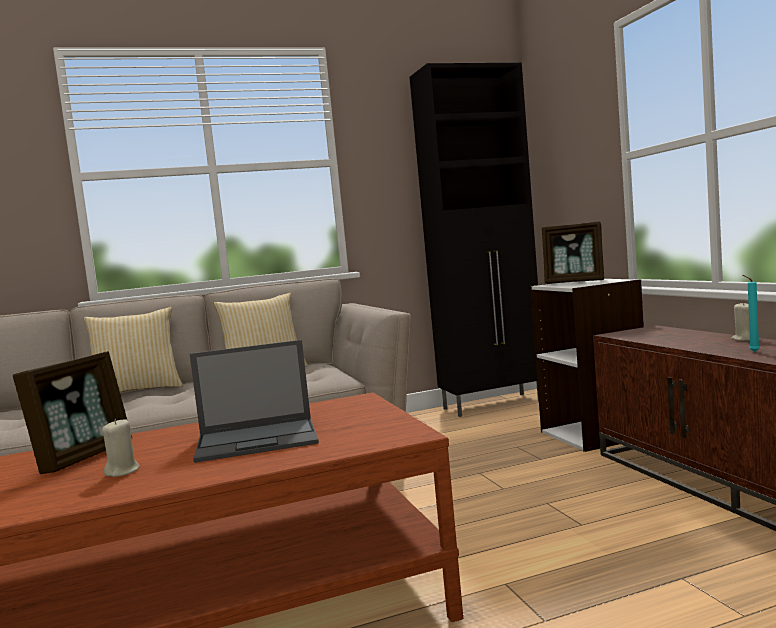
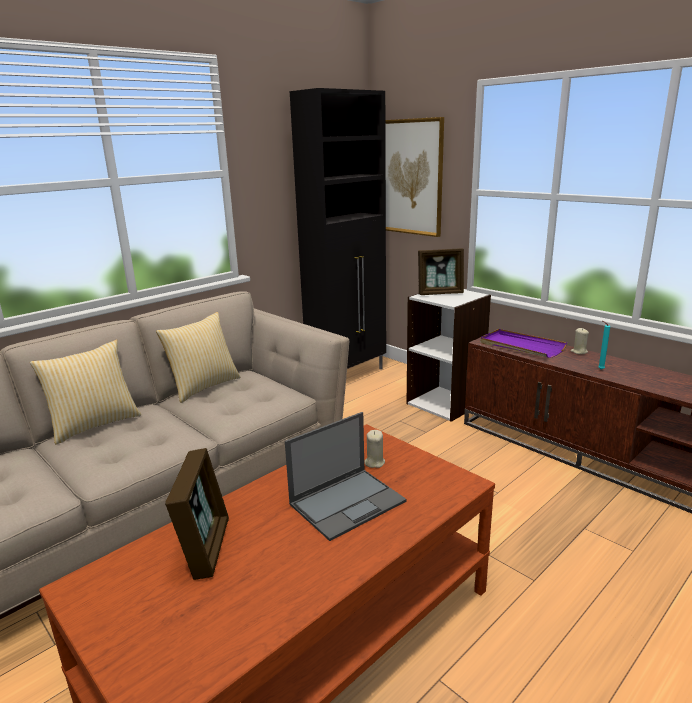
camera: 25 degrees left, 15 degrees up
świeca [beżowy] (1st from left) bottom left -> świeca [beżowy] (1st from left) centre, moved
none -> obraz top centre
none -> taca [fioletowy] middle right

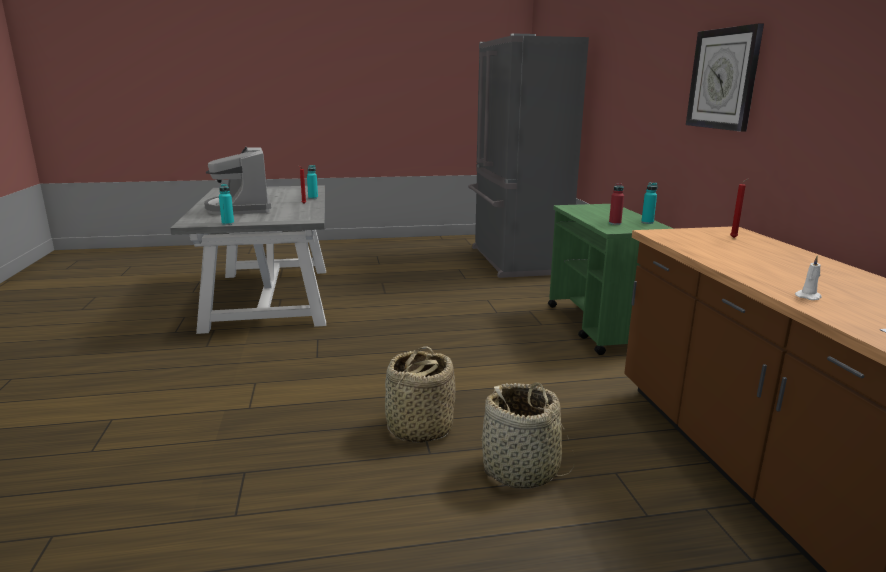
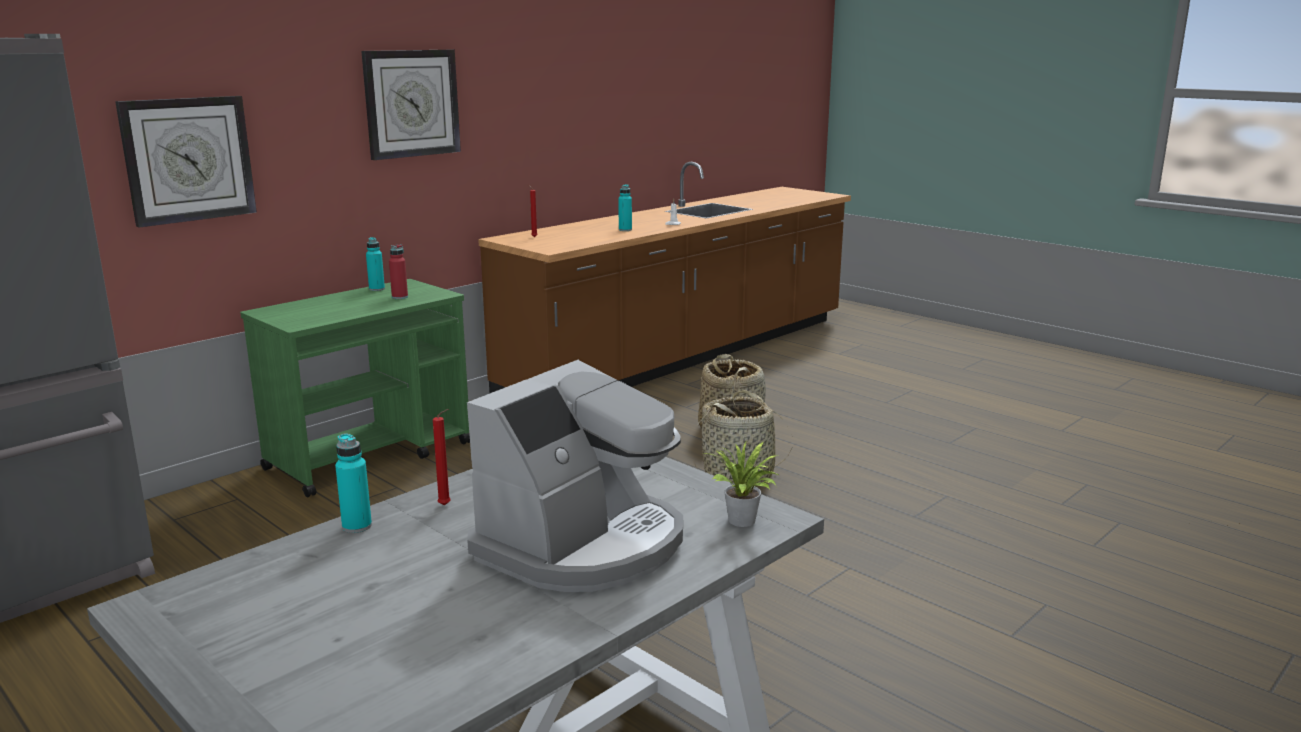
camera: 125 degrees left, 0 degrees up
none -> zegar ścienny (1st from left) top left
butelka [turkusowy] (1st from left in the first image) middle left -> butelka [turkusowy] (3rd from left) top centre, moved
none -> roślina doniczkowa centre

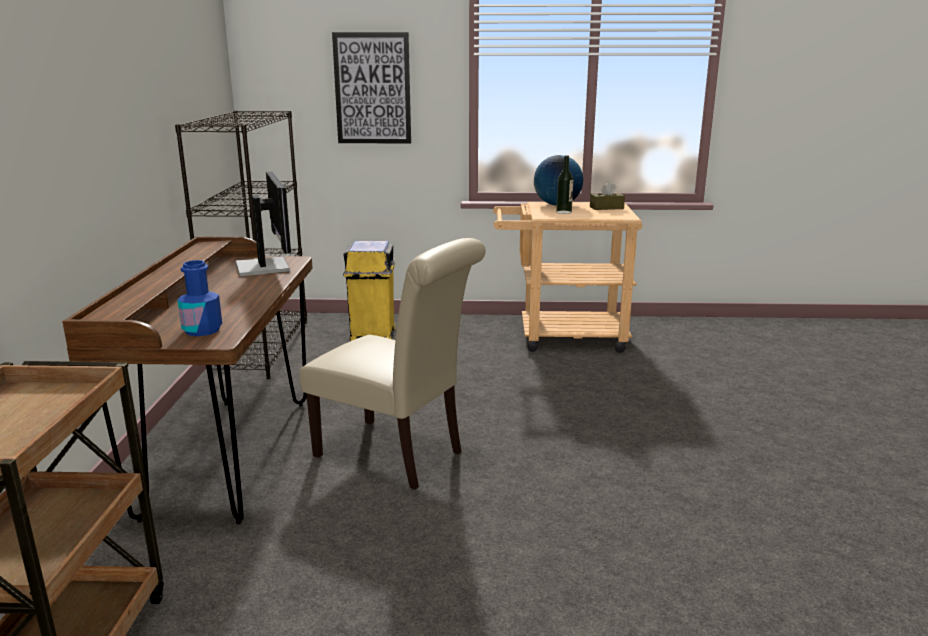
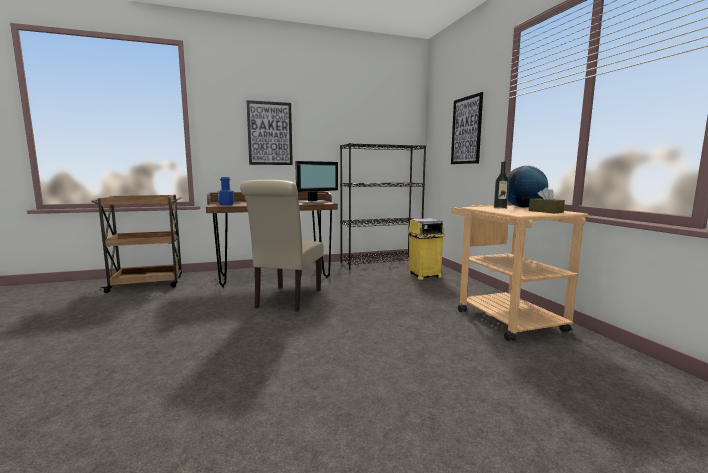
camera: 70 degrees right, 10 degrees down
none -> obraz (1st from left) top centre

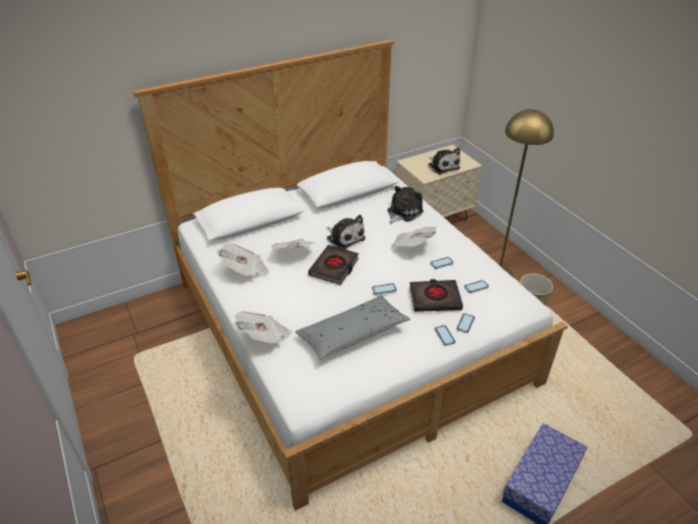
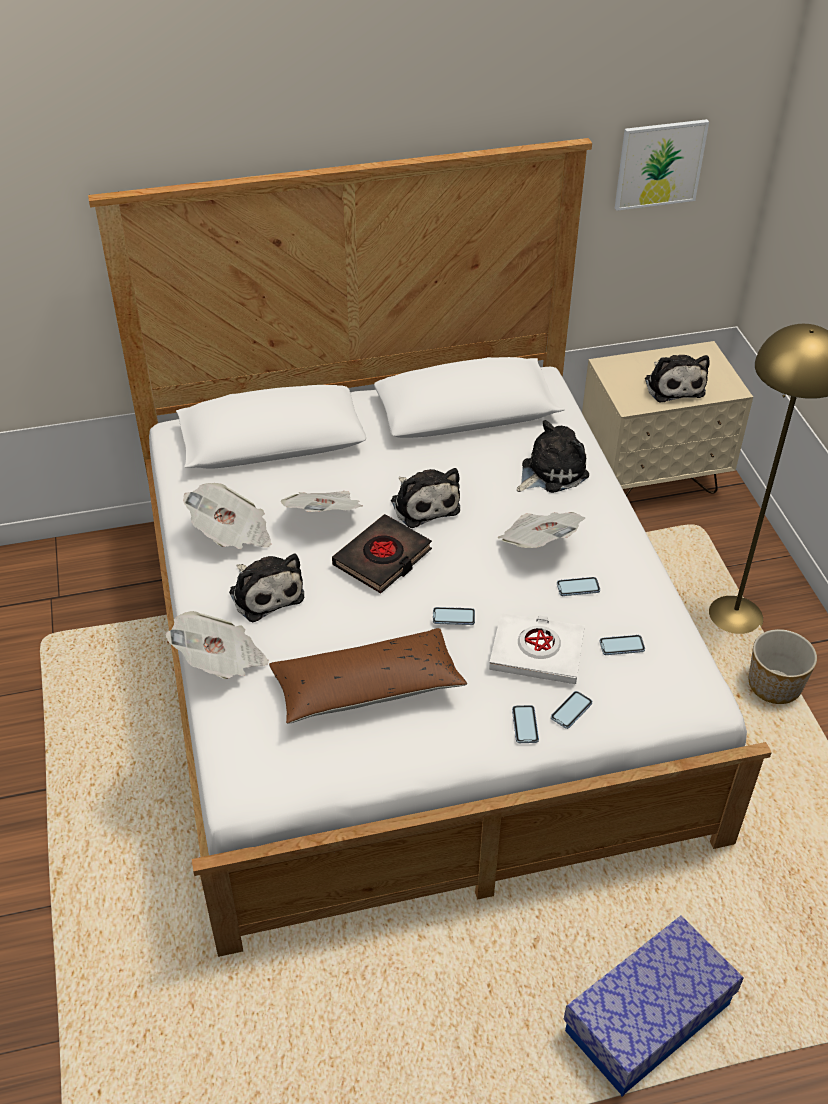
camera: 15 degrees right, 5 degrees up
none -> pluszak (1st from left) middle left
poduszka [szary] centre -> poduszka [brązowy] centre
książka [czarny] (2nd from left) centre -> książka [biały] centre
none -> obraz top right

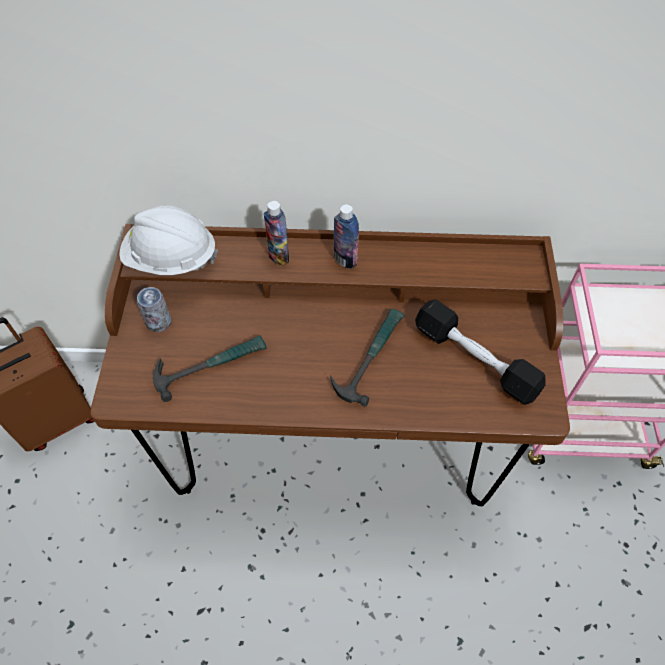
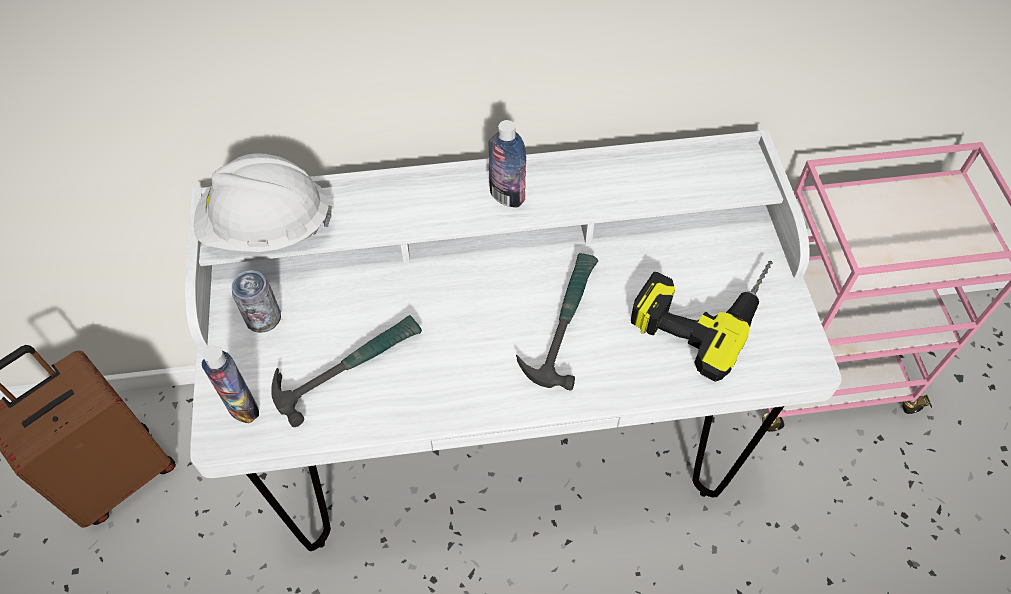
camera: 10 degrees left, 0 degrees up
biurko [brązowy] centre -> biurko [biały] centre
butelka (1st from left) centre -> butelka (1st from left) middle left, moved
hantel [czarny] middle right -> wiertarka middle right

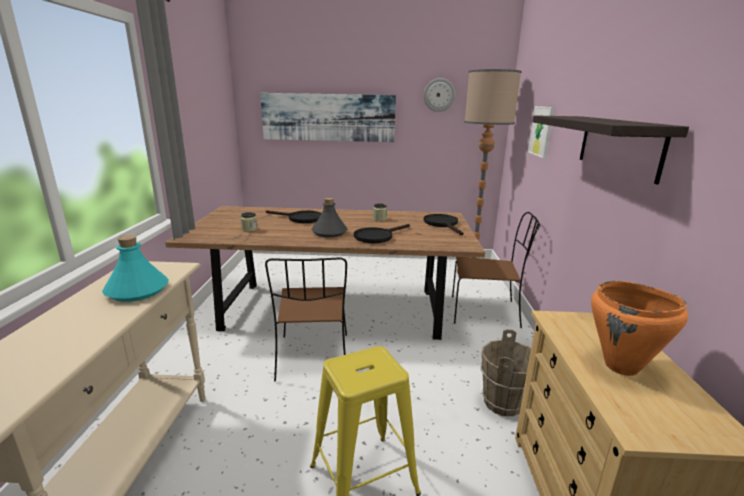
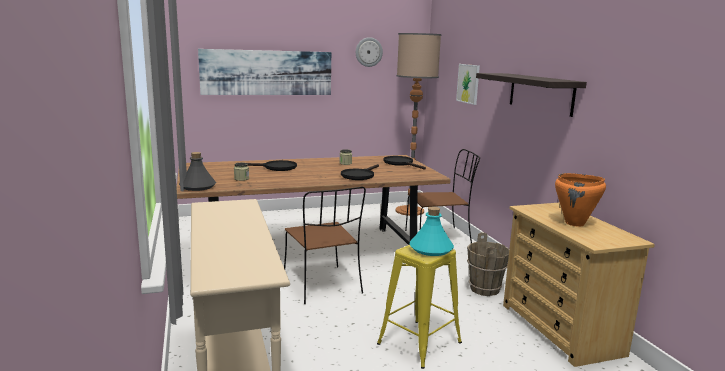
camera: 20 degrees left, 5 degrees down
butelka [szary] centre -> butelka [szary] middle left, moved
butelka [turkusowy] middle left -> butelka [turkusowy] centre, moved

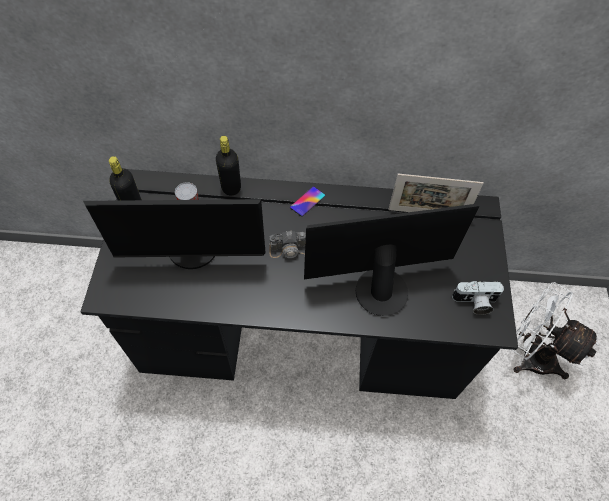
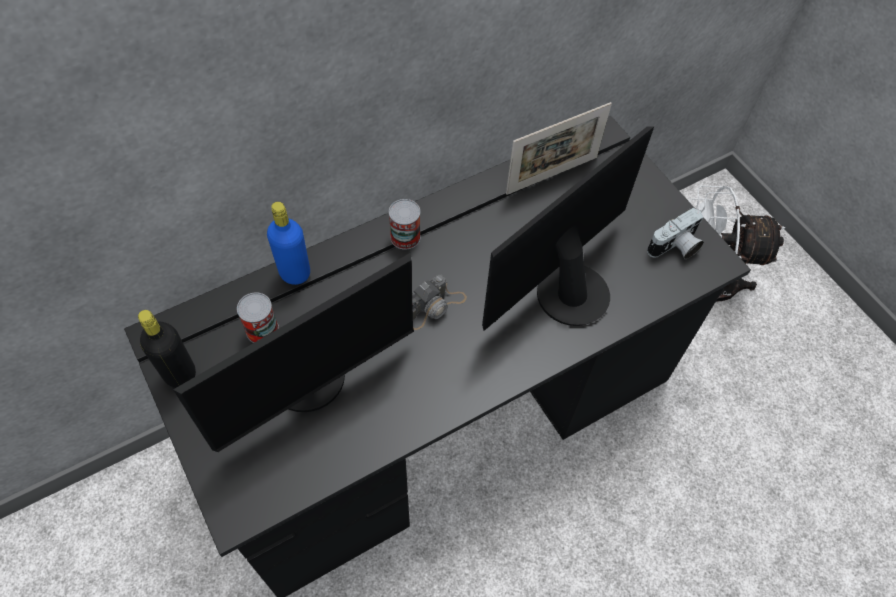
camera: 35 degrees left, 0 degrees up
butelka [czarny] (2nd from left) top centre -> butelka [niebieski] middle left
telefon centre -> puszka (2nd from left) centre

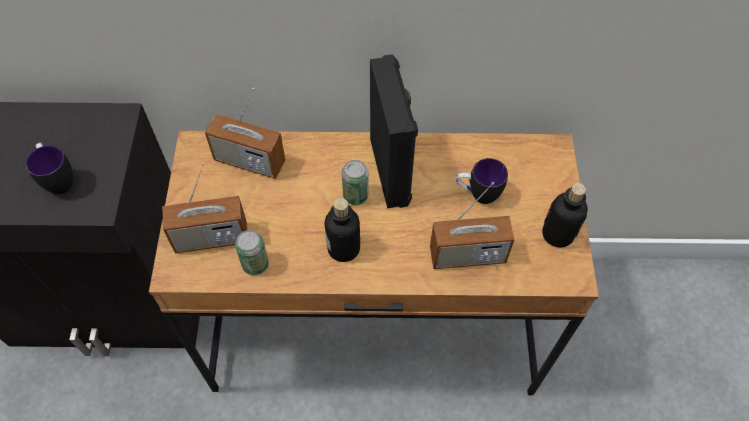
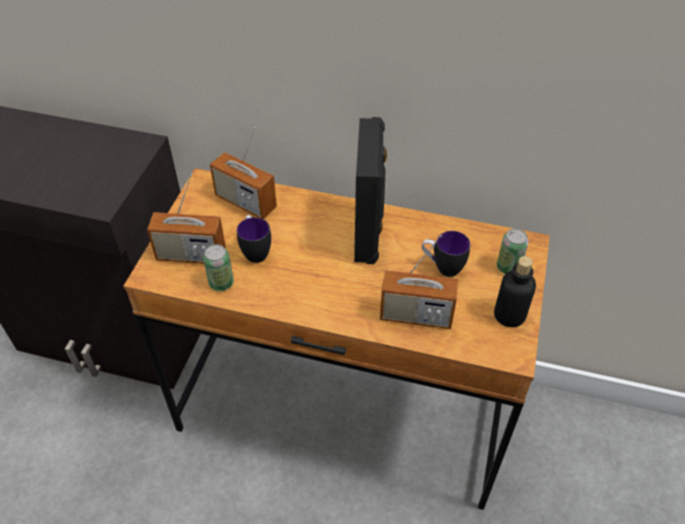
camera: 15 degrees right, 10 degrees down
kubek (1st from left) middle left -> kubek (1st from left) centre, moved
puszka (2nd from left) centre -> puszka (2nd from left) middle right, moved
butelka (1st from left) centre -> none

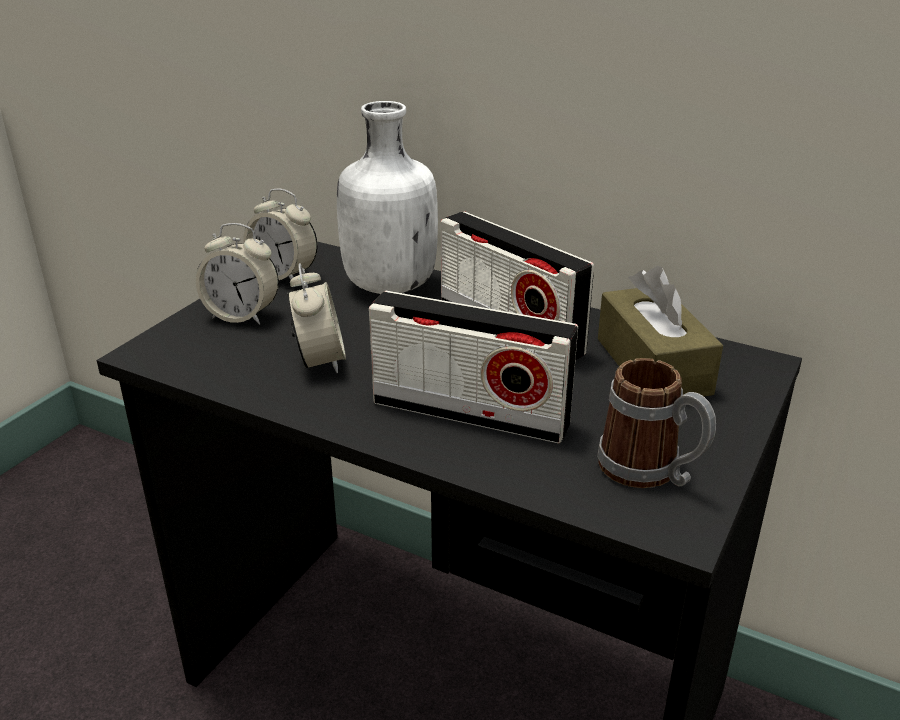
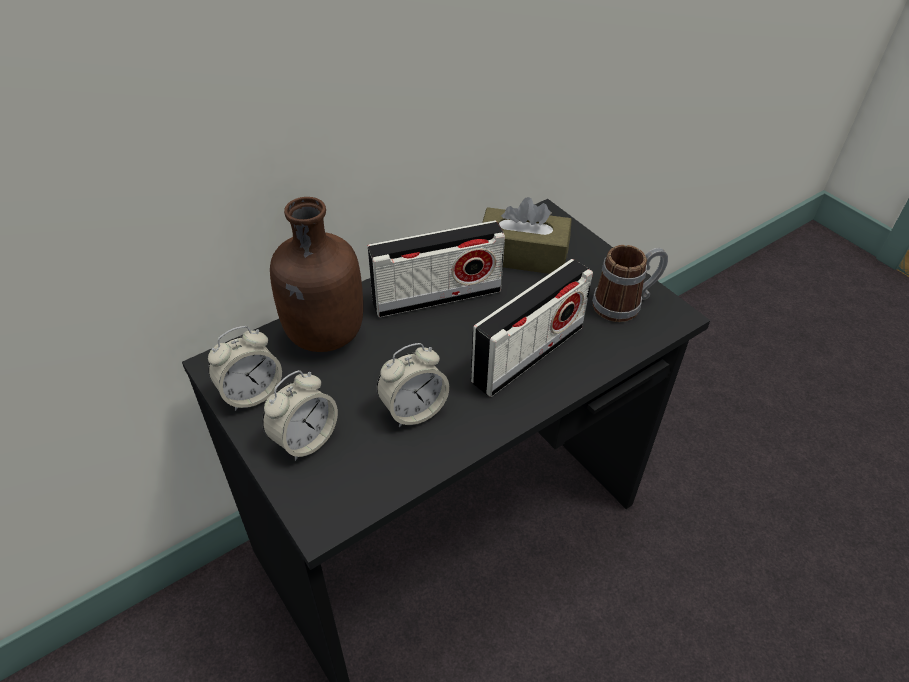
camera: 65 degrees left, 15 degrees up
butelka [biały] top centre -> butelka [brązowy] centre
budzik (3rd from left) centre, 135 degrees clockwise

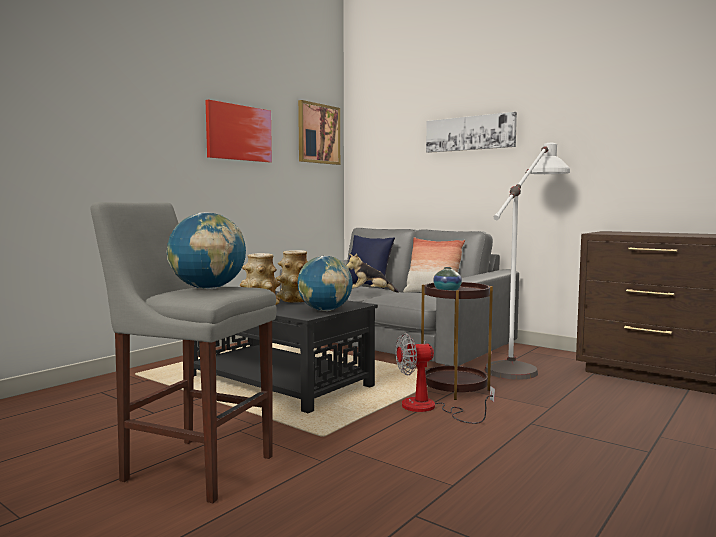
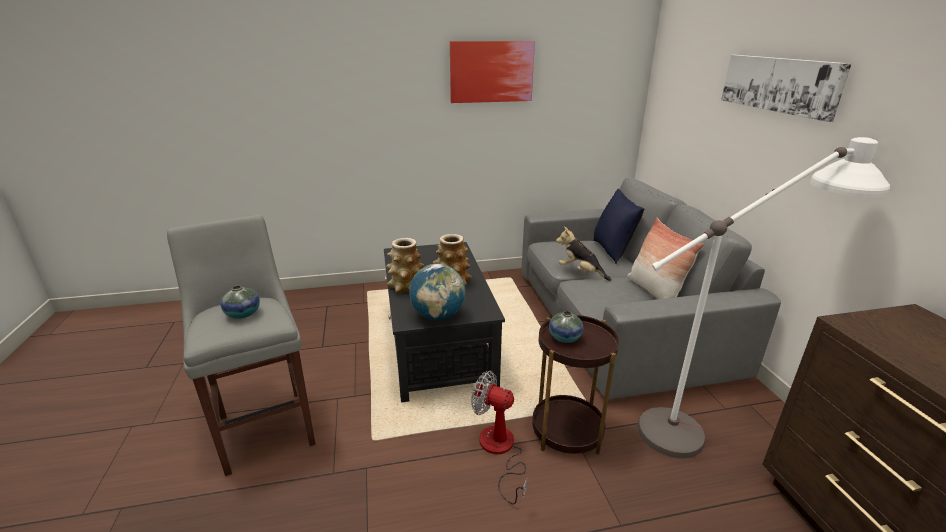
camera: 40 degrees right, 20 degrees up
globus (1st from left) middle left -> wazon (1st from left) middle left
obraz (2nd from left) top centre -> none

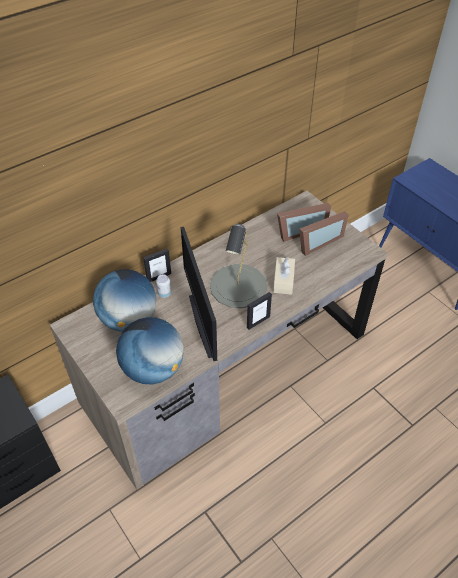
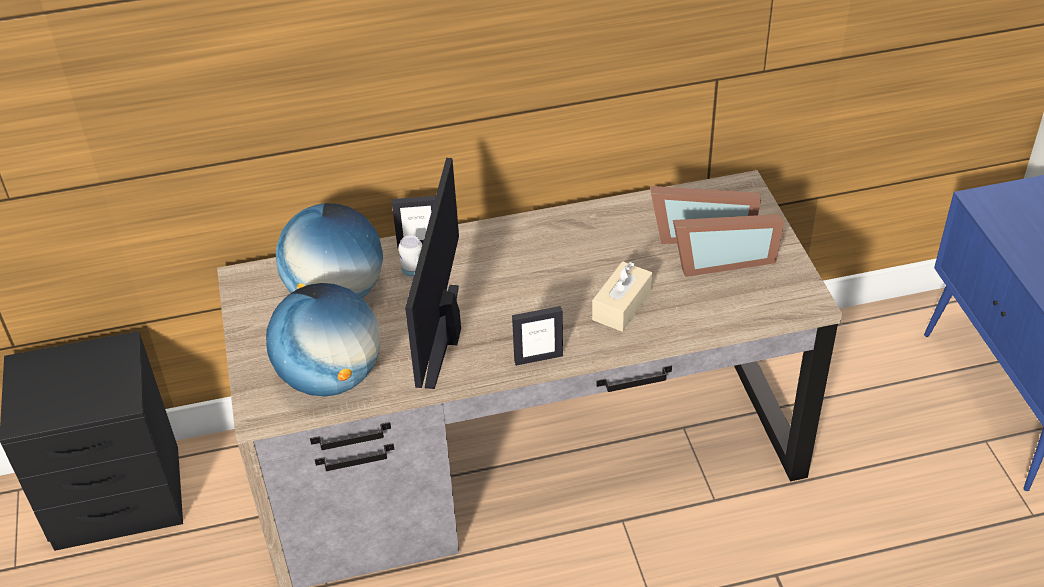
camera: 25 degrees right, 5 degrees down
lampa stołowa [szary] centre -> none

